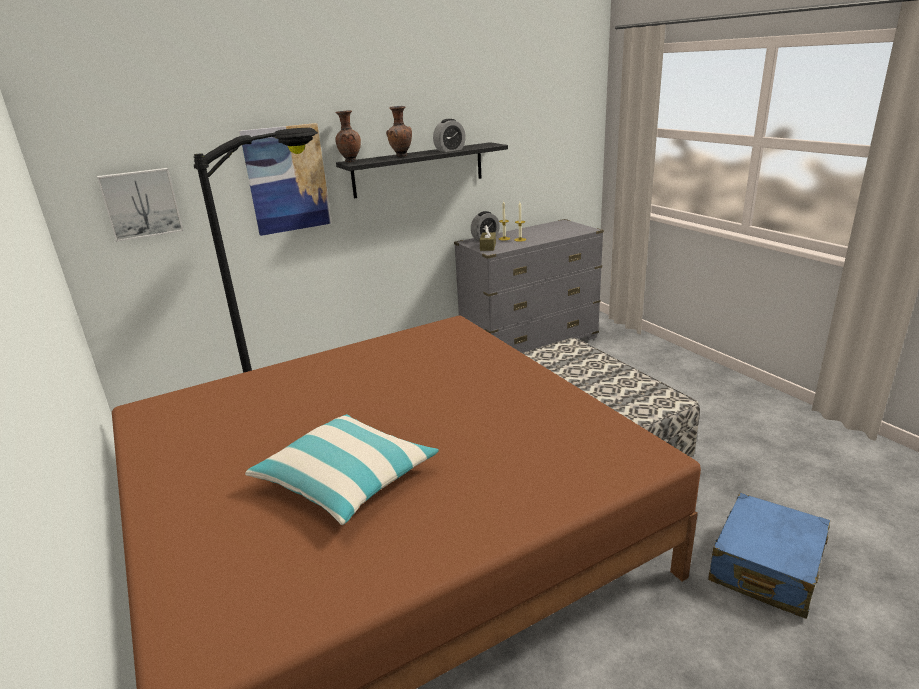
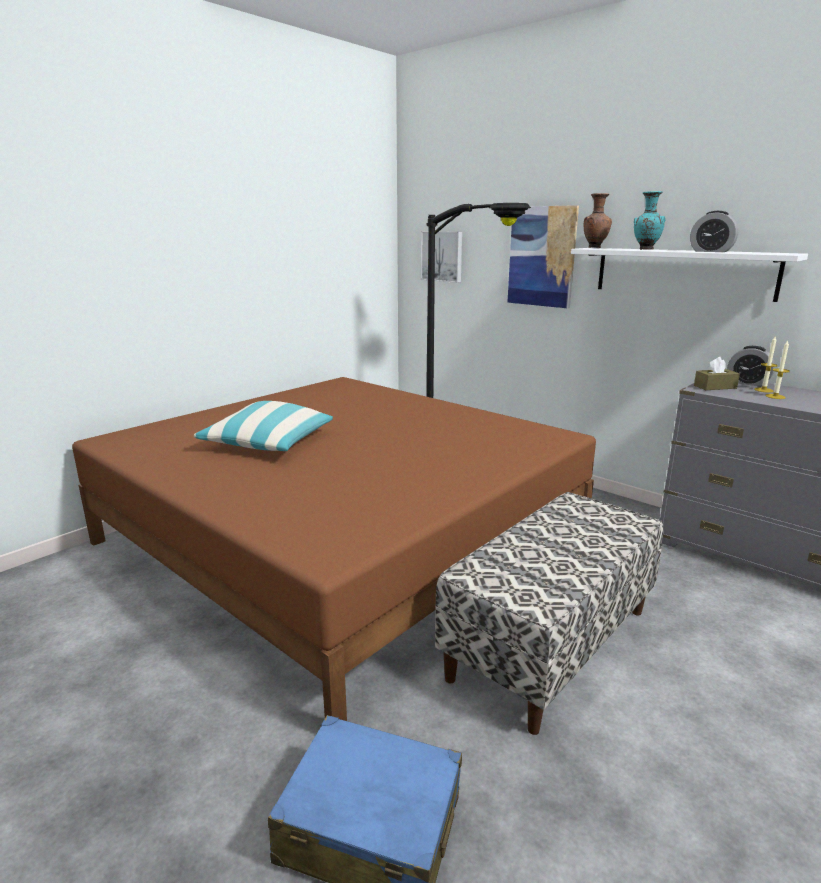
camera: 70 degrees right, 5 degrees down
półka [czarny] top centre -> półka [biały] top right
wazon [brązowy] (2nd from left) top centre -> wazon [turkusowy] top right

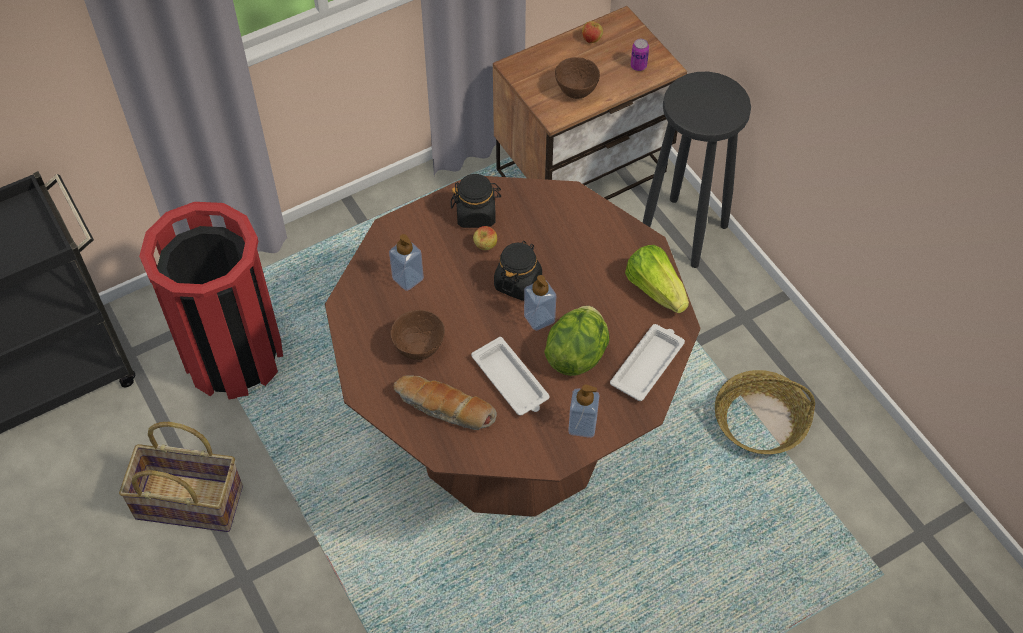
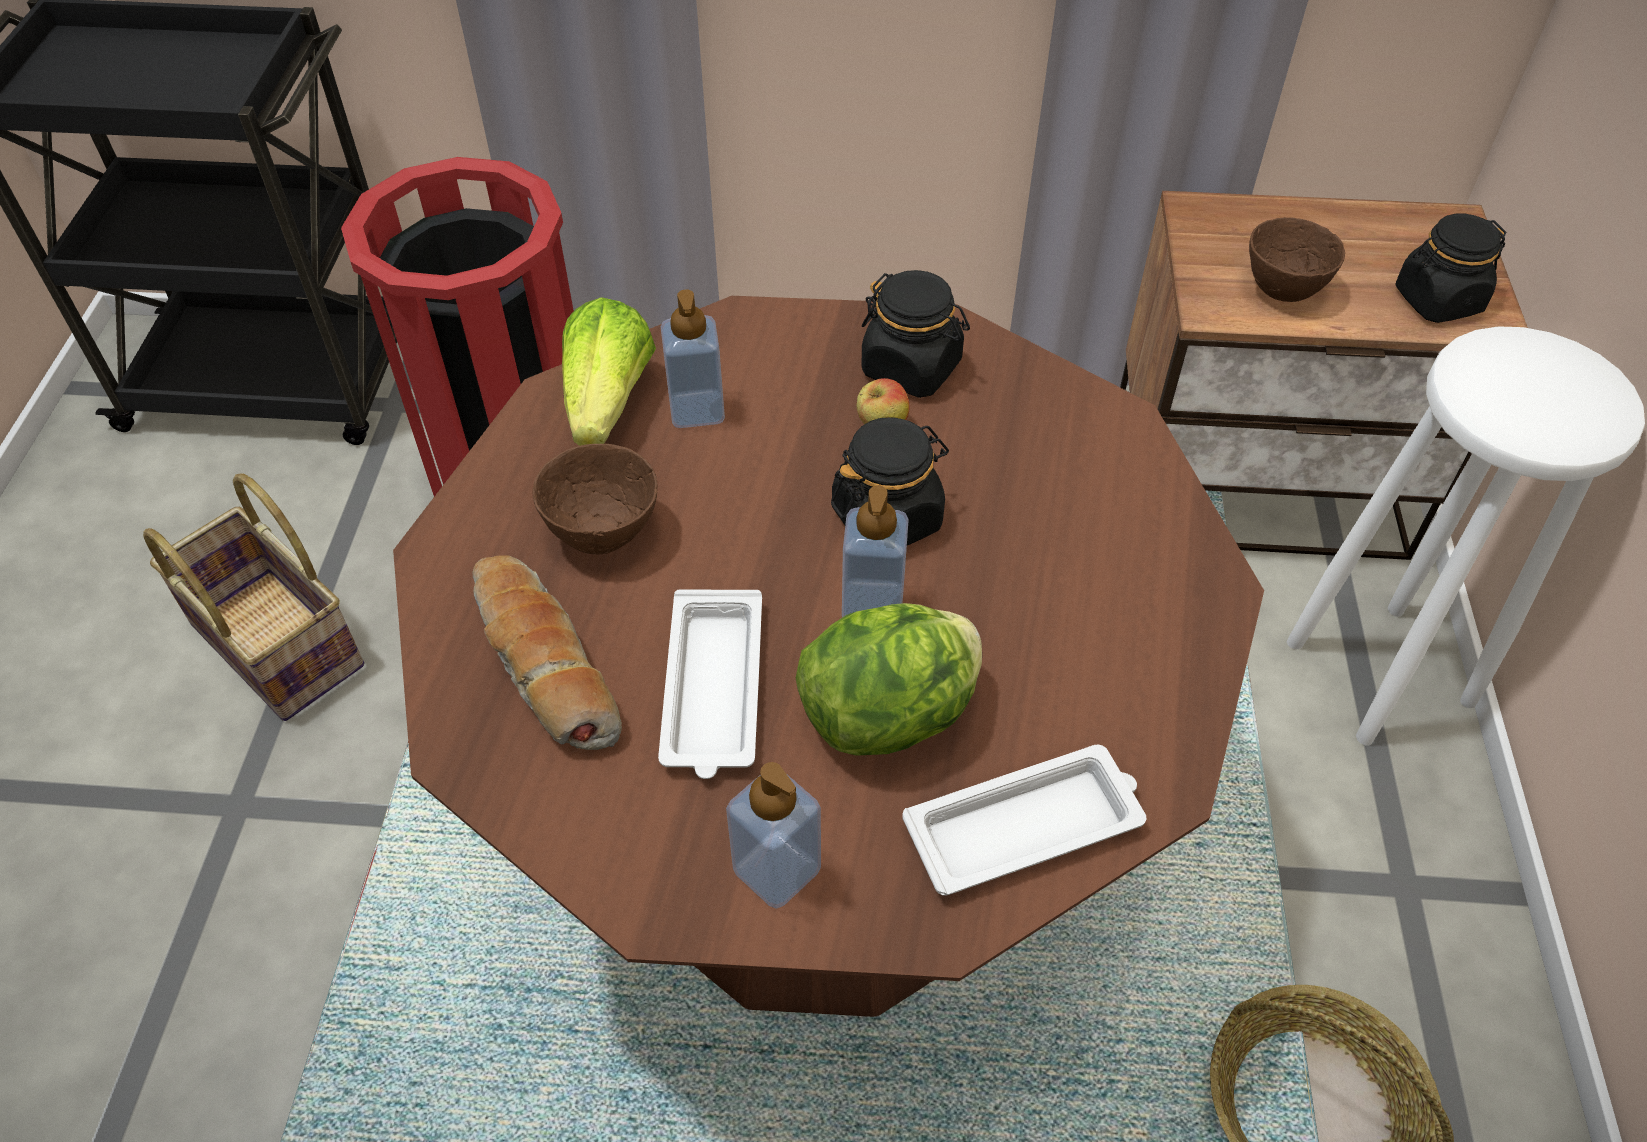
camera: 35 degrees right, 5 degrees down
sałata (2nd from left in the first image) centre -> sałata (1st from left) top centre, moved
stołek [czarny] top right -> stołek [biały] middle right
puszka top centre -> słoik [czarny] (3rd from left) top right
jabłko (2nd from left) top centre -> none

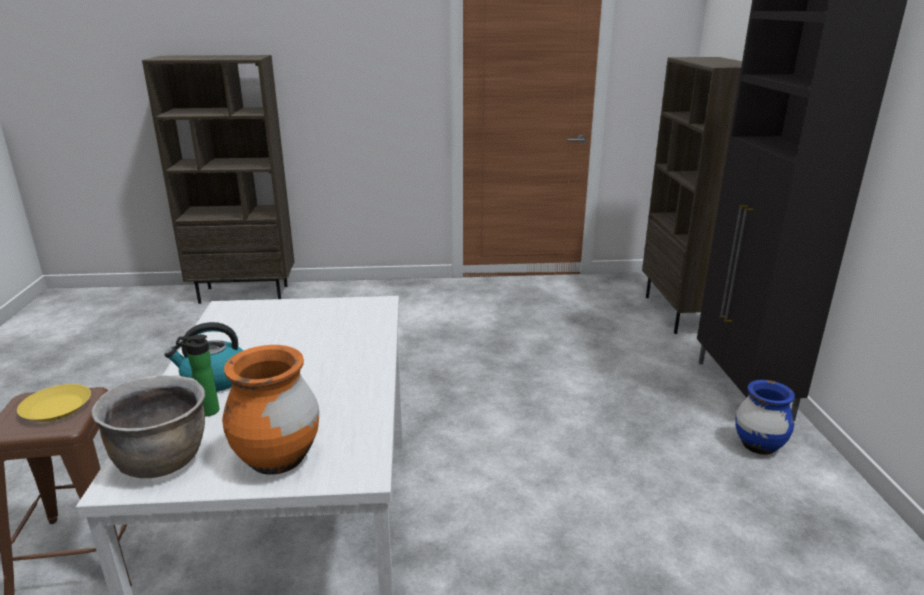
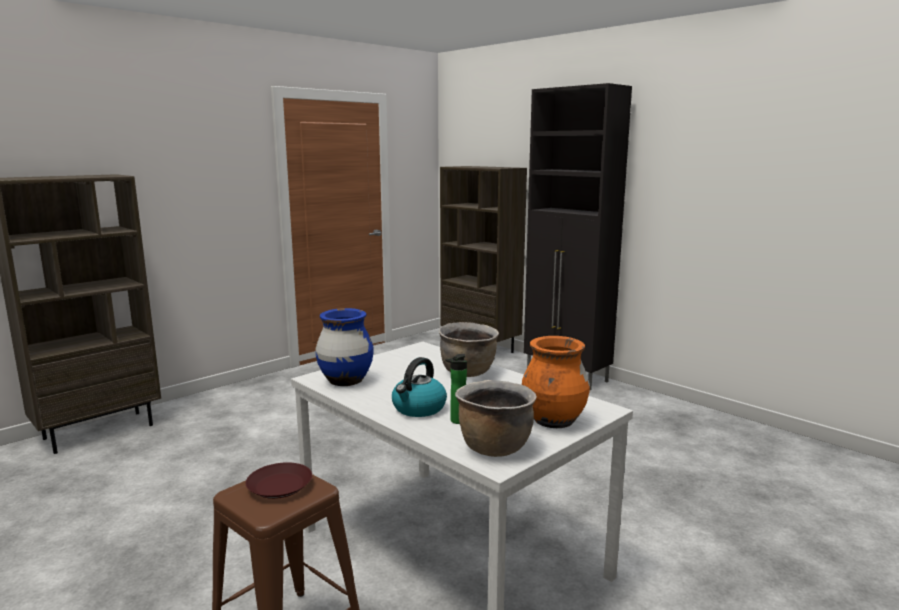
camera: 40 degrees left, 10 degrees down
talerz [żółty] bottom left -> talerz [brązowy] bottom left
wazon [niebieski] bottom right -> wazon [niebieski] centre, moved
none -> garnek [brązowy] (1st from left) centre

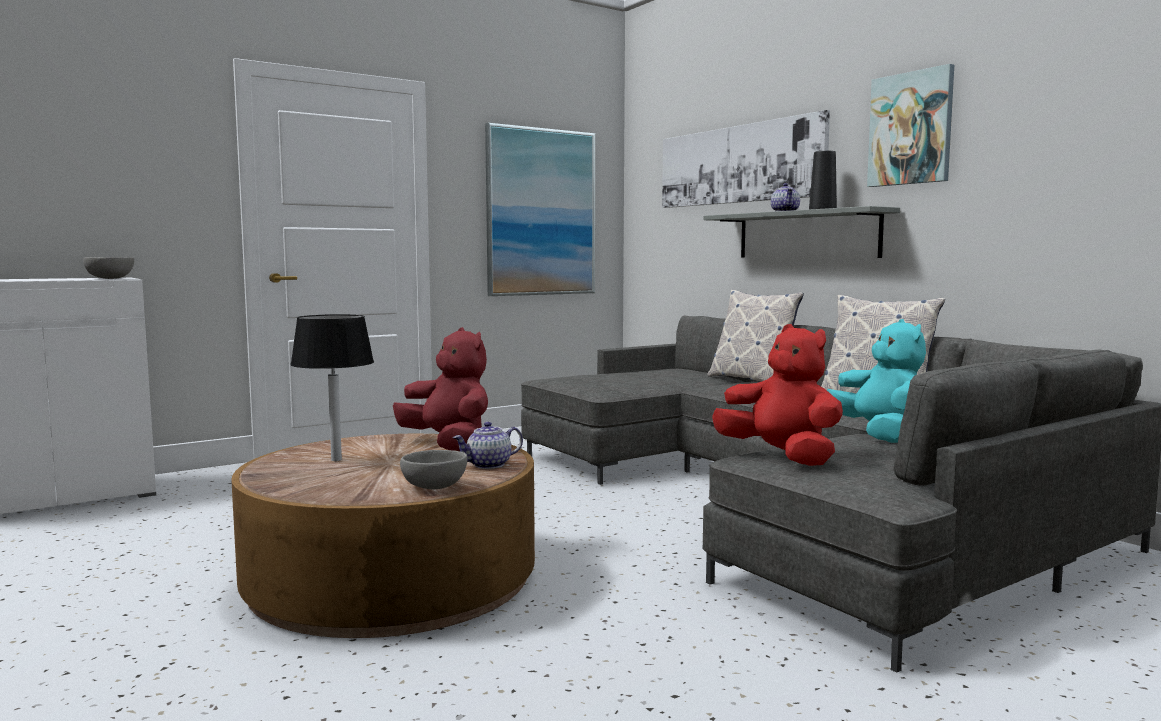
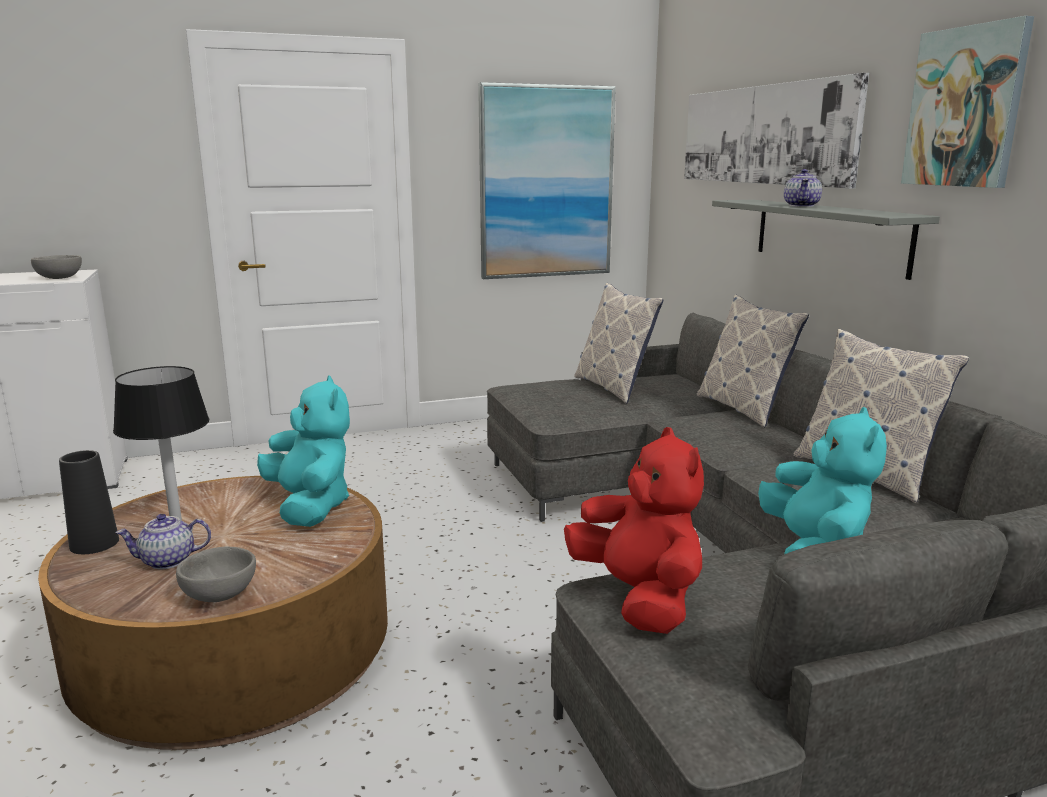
camera: 15 degrees right, 10 degrees up
wazon [czarny] top right -> wazon [czarny] middle left, moved
imbryk (1st from left) centre -> imbryk (1st from left) bottom left, moved
pluszak [czerwony] (1st from left) centre -> pluszak [turkusowy] (1st from left) middle left
none -> poduszka (1st from left) centre

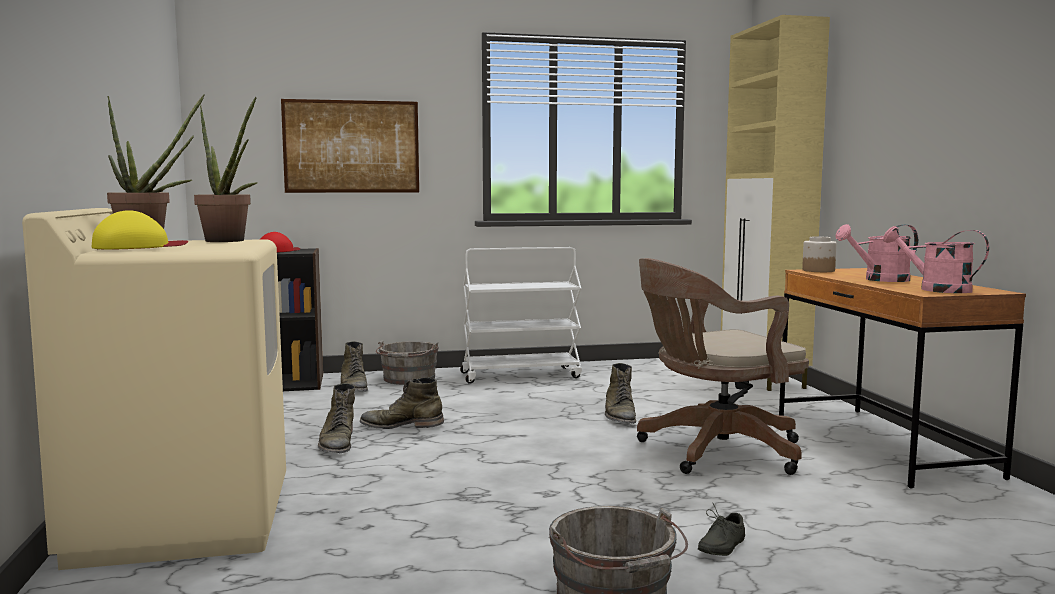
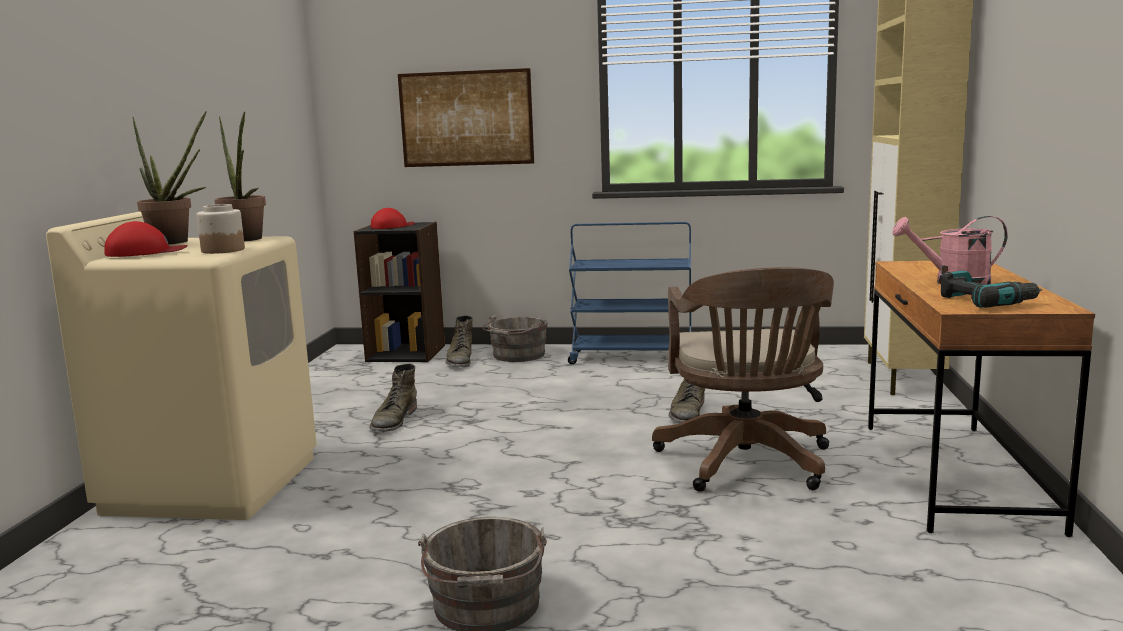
camera: 20 degrees right, 5 degrees up
czapka z daszkiem [żółty] middle left -> czapka z daszkiem [czerwony] (1st from left) middle left
słoik middle right -> słoik middle left, moved
wózek [biały] centre -> wózek [niebieski] centre
krzesło biurowe [brązowy] middle right -> krzesło biurowe [brązowy] centre, 90 degrees counterclockwise
konewka [różowy] (2nd from left) middle right -> wiertarka middle right
but z cholewką [zielony] (3rd from left) bottom centre -> none
but [szary] bottom right -> none

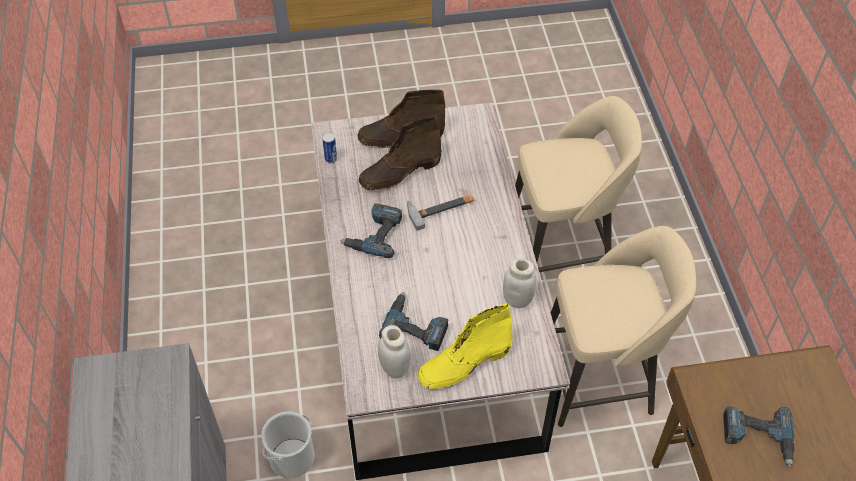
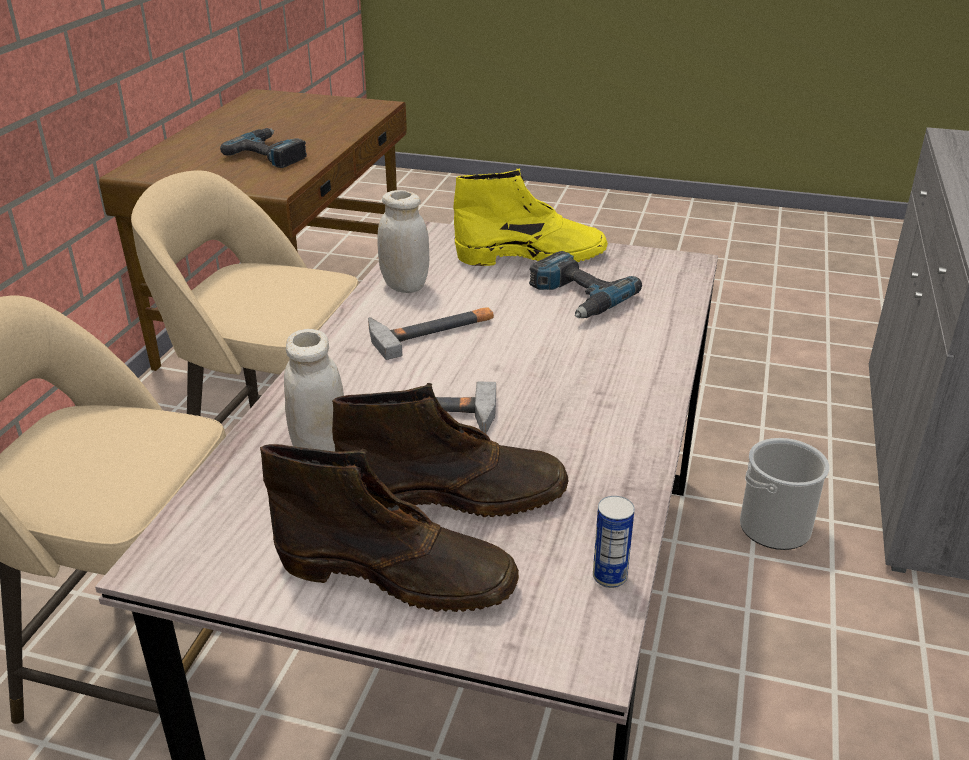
camera: 155 degrees left, 20 degrees down
słoik [biały] (1st from left) bottom centre -> słoik [biały] (1st from left) middle left, moved
none -> młotek (1st from left) centre
wiertarka (1st from left) centre -> none

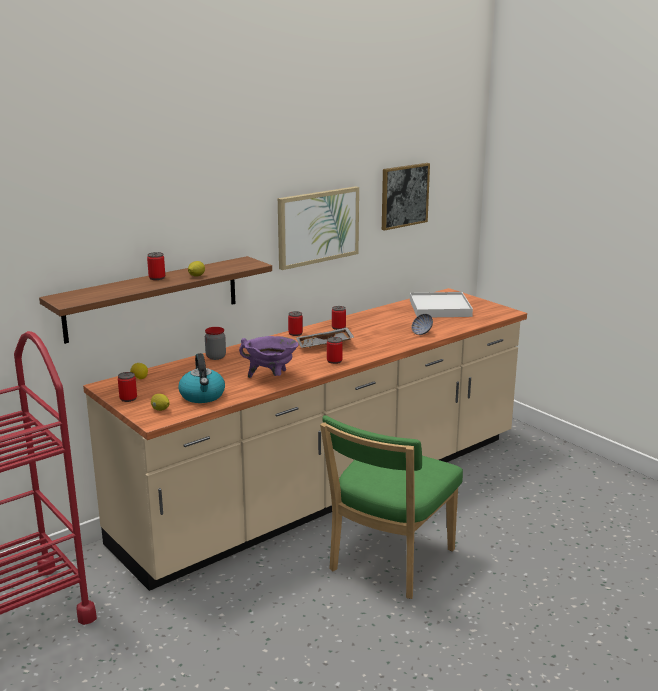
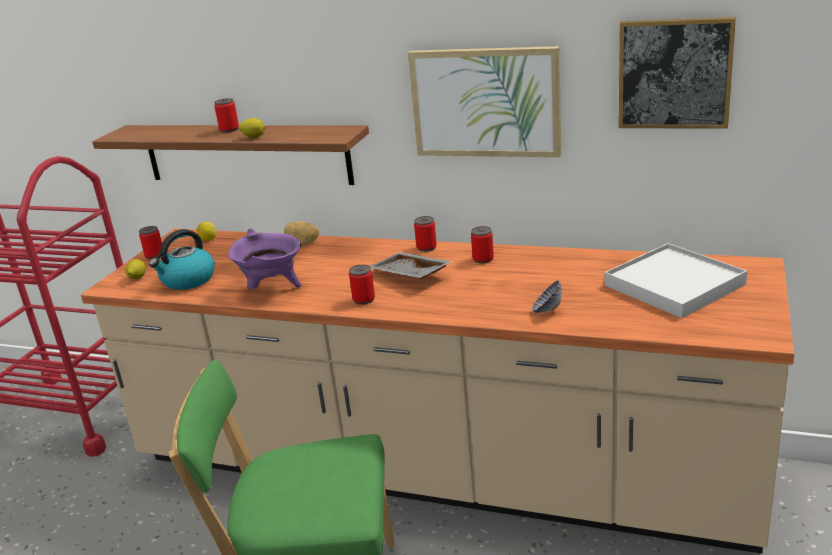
camera: 60 degrees right, 5 degrees up
słoik middle left -> ziemniak centre

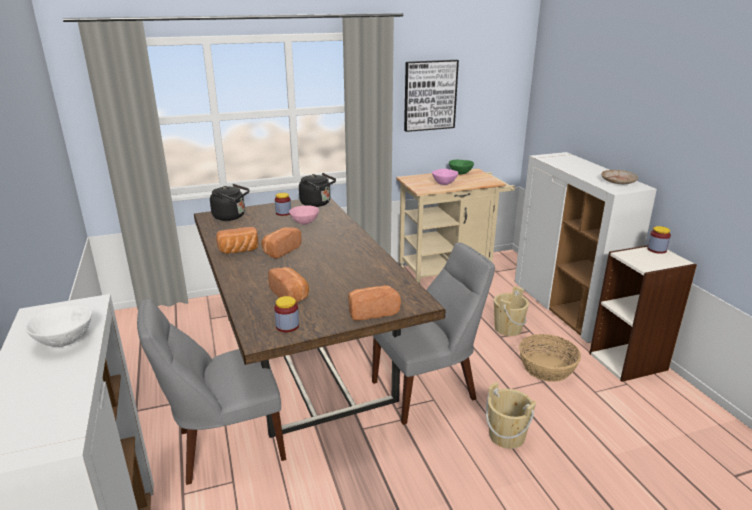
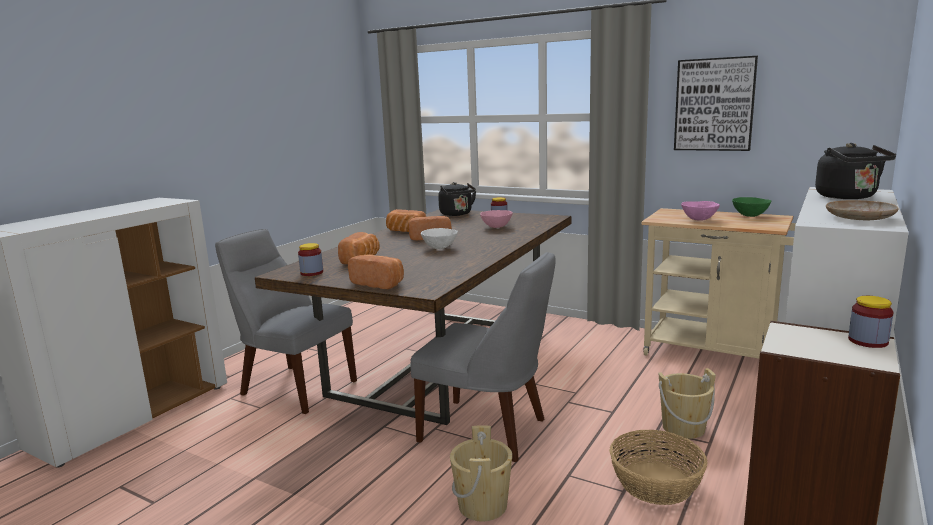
camera: 50 degrees right, 10 degrees down
miska [biały] middle left -> miska [biały] centre, moved
czajnik [czarny] (2nd from left) centre -> czajnik [czarny] (2nd from left) top right, moved

